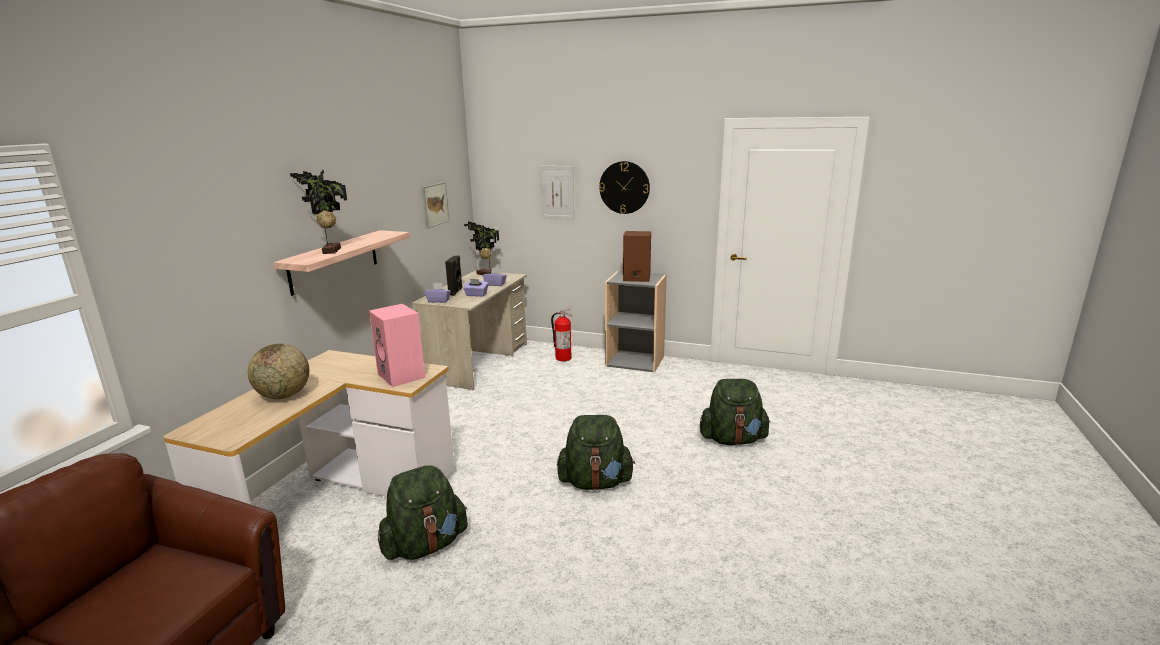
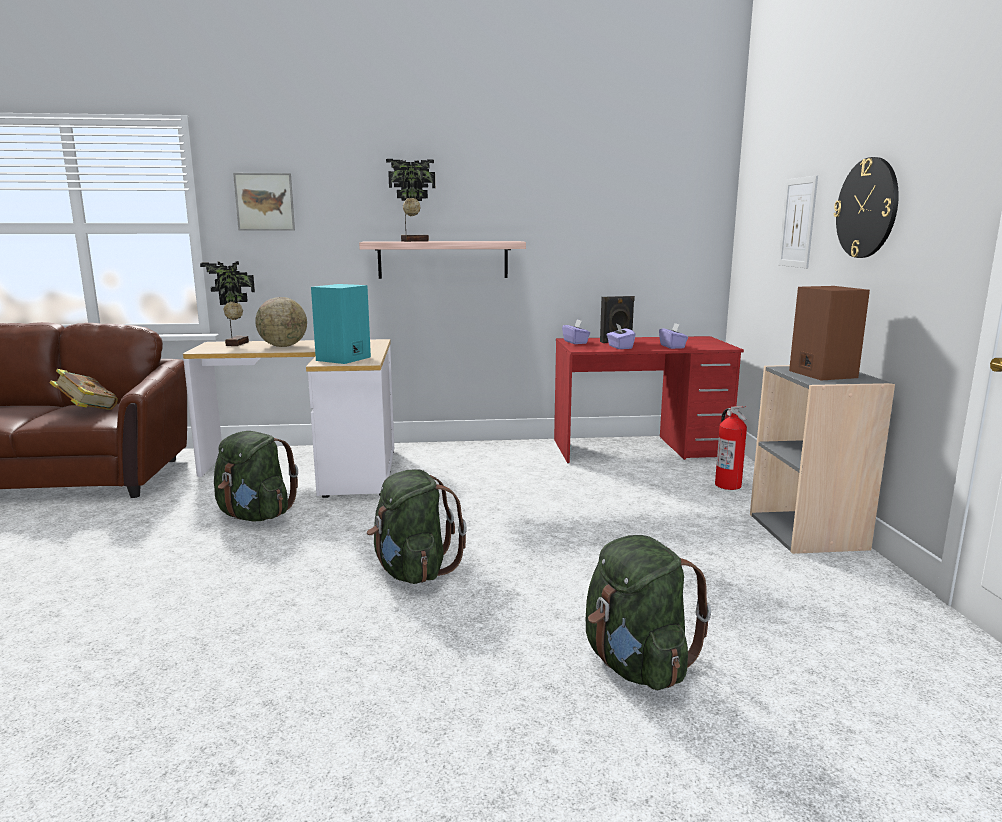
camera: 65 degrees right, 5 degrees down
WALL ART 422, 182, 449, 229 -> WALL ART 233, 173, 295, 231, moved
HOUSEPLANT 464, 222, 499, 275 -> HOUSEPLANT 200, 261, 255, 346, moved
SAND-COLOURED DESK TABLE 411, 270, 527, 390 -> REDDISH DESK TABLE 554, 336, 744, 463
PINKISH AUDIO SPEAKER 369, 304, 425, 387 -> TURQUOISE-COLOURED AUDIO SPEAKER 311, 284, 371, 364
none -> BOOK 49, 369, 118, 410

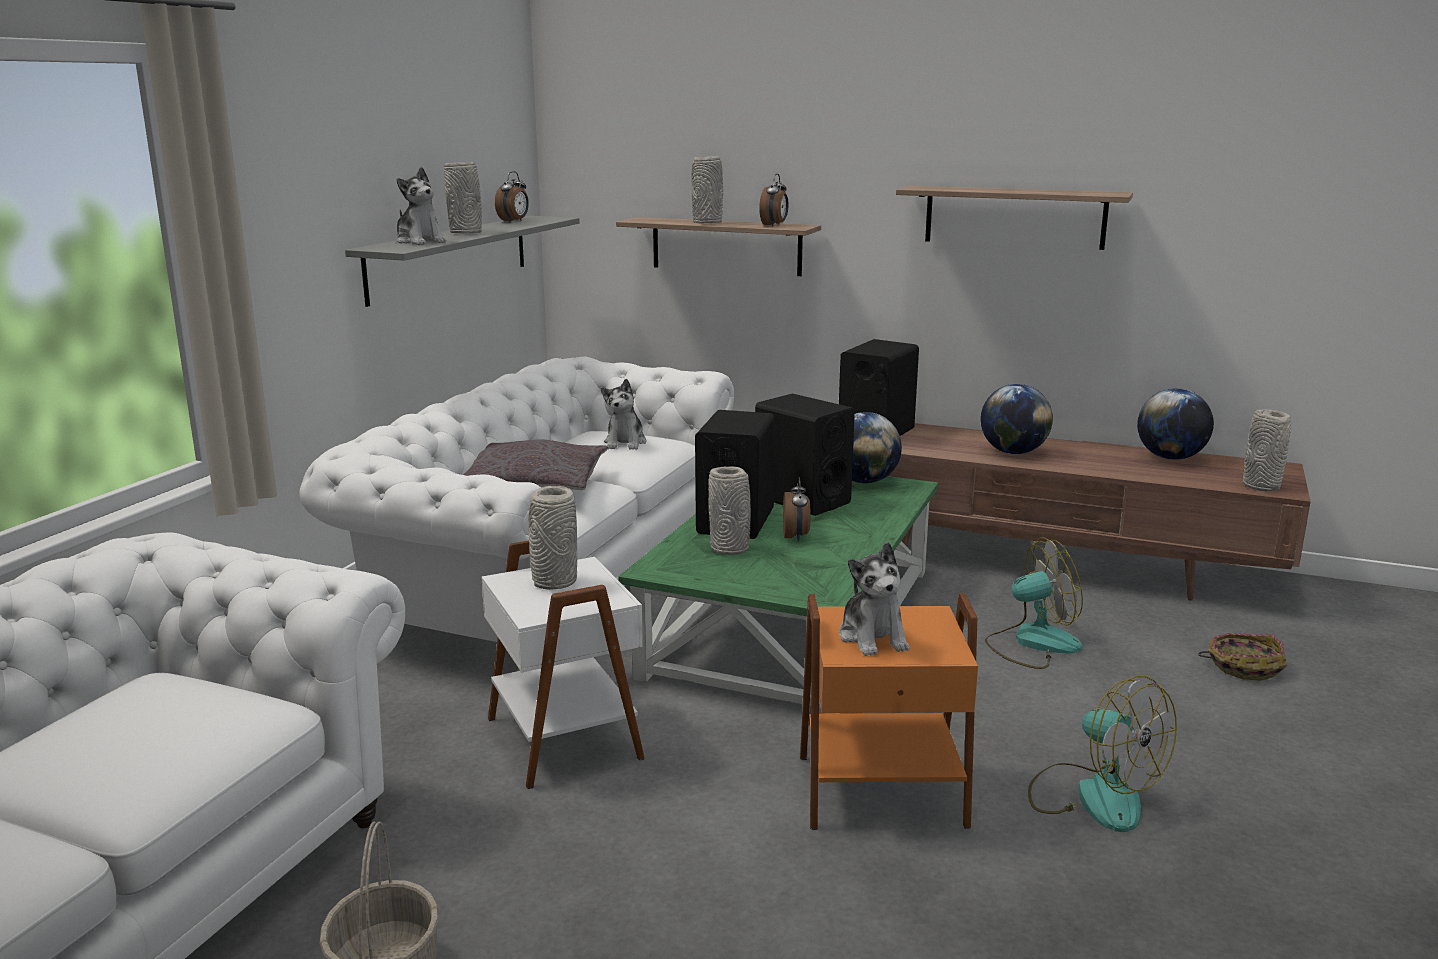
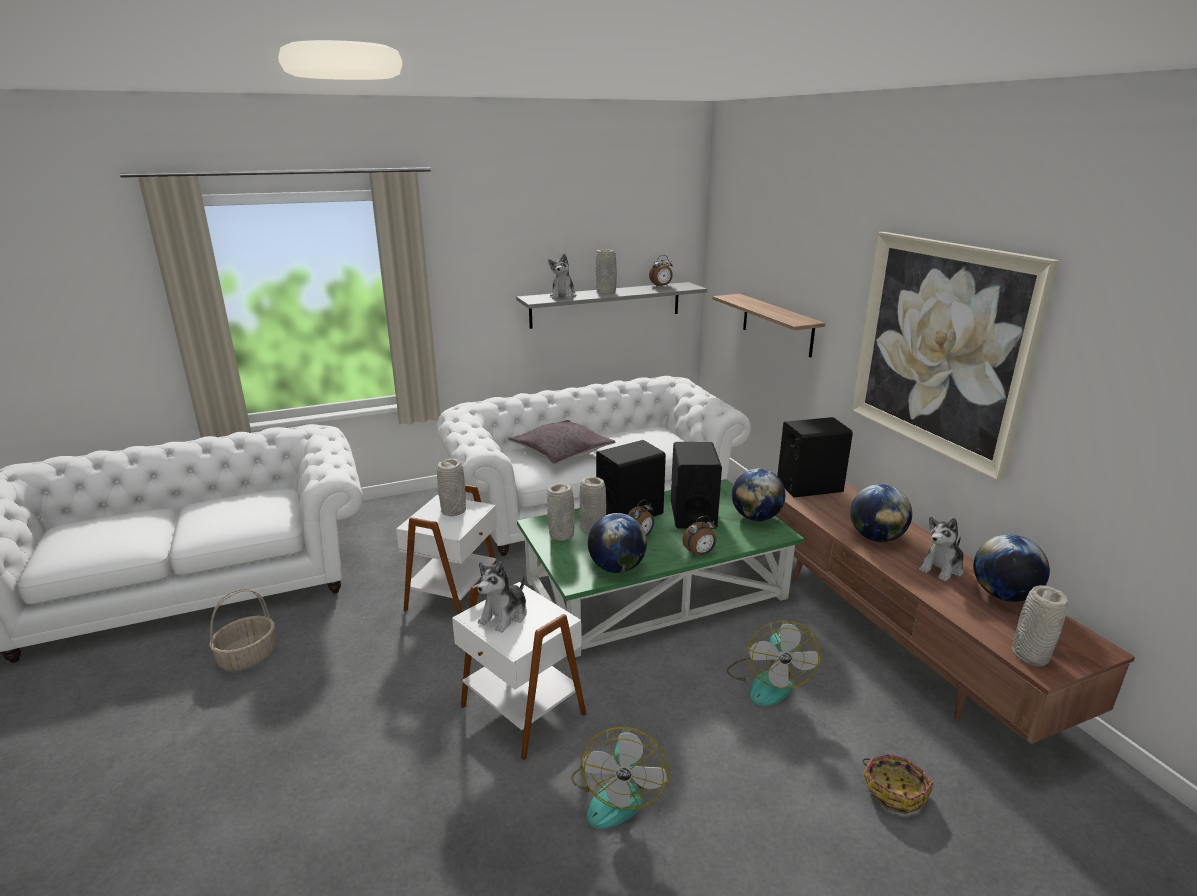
camera: 45 degrees right, 5 degrees up
GRAY FLOWER VASE 691, 156, 723, 224 -> GRAY FLOWER VASE 547, 483, 575, 541, moved
ALARM CLOCK 759, 174, 789, 227 -> ALARM CLOCK 682, 516, 716, 556, moved
WALL SHELF 896, 185, 1133, 250 -> WALL ART 851, 232, 1060, 482
SOFT TOY 601, 379, 647, 450 -> SOFT TOY 919, 517, 964, 581, moved
ELECTRIC FAN 985, 537, 1083, 669 -> ELECTRIC FAN 727, 621, 822, 706, 60 degrees clockwise
ORANGE END TABLE 800, 593, 978, 830 -> WHITE END TABLE 452, 582, 586, 760
none -> WORLD GLOBE 588, 513, 647, 573

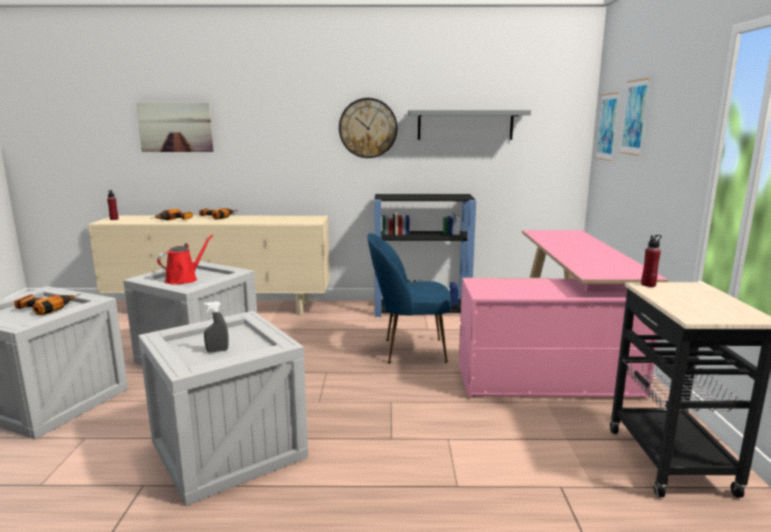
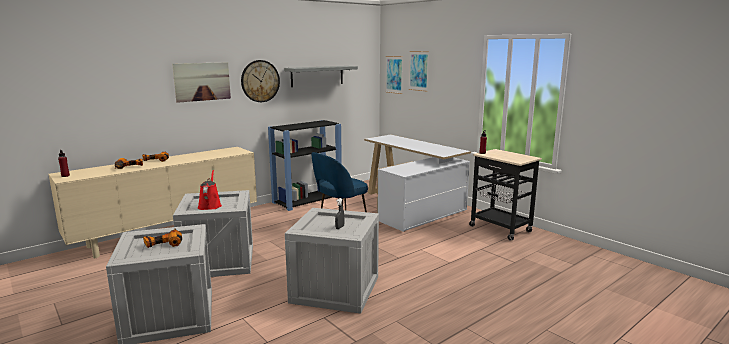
camera: 40 degrees left, 0 degrees up
WALL ART 136, 102, 214, 152 -> WALL ART 172, 62, 231, 103, moved
PINKISH DESK TABLE 459, 230, 668, 397 -> WHITE DESK TABLE 364, 134, 471, 232

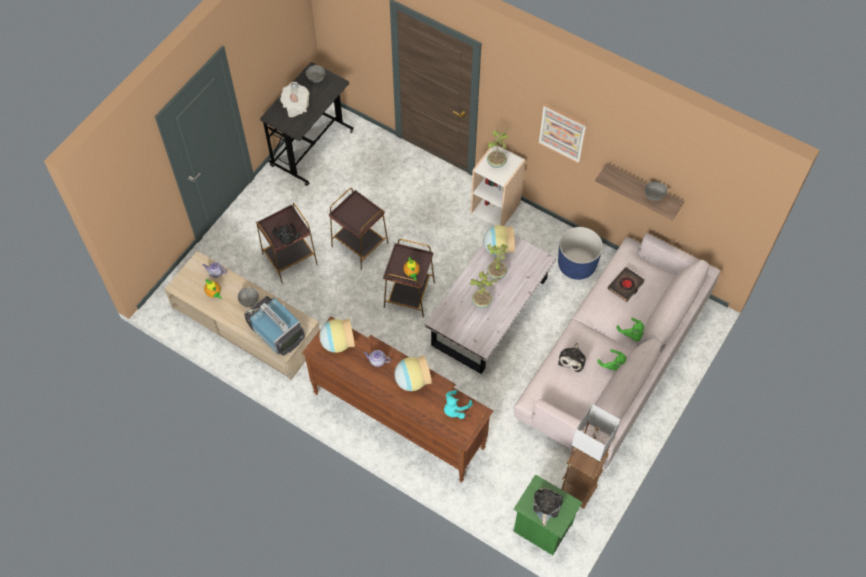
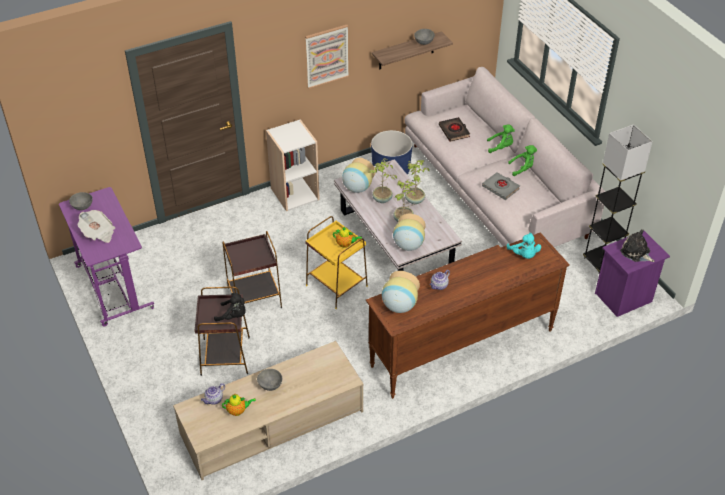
camera: 60 degrees left, 15 degrees down
BLACKISH DESK TABLE 260, 62, 353, 186 -> PURPLISH DESK TABLE 59, 187, 154, 327
HOUSEPLANT 487, 129, 509, 168 -> HOUSEPLANT 405, 160, 430, 204, moved
BROWN-COLOURED END TABLE 383, 239, 435, 318 -> YELLOW-COLOURED END TABLE 305, 216, 368, 309
TELEVISION 244, 296, 305, 356 -> none
SOFT TOY 558, 342, 586, 372 -> GRAY BOOK 482, 172, 520, 200
FLOWER VASE 395, 355, 432, 391 -> FLOWER VASE 393, 213, 426, 251, moved
BROWN-COLOURED STANDING LAMP 561, 404, 621, 509 -> GRAY STANDING LAMP 583, 124, 653, 274
GREENISH BEDSIDE TABLE 513, 474, 583, 555 -> PURPLISH BEDSIDE TABLE 595, 231, 670, 317

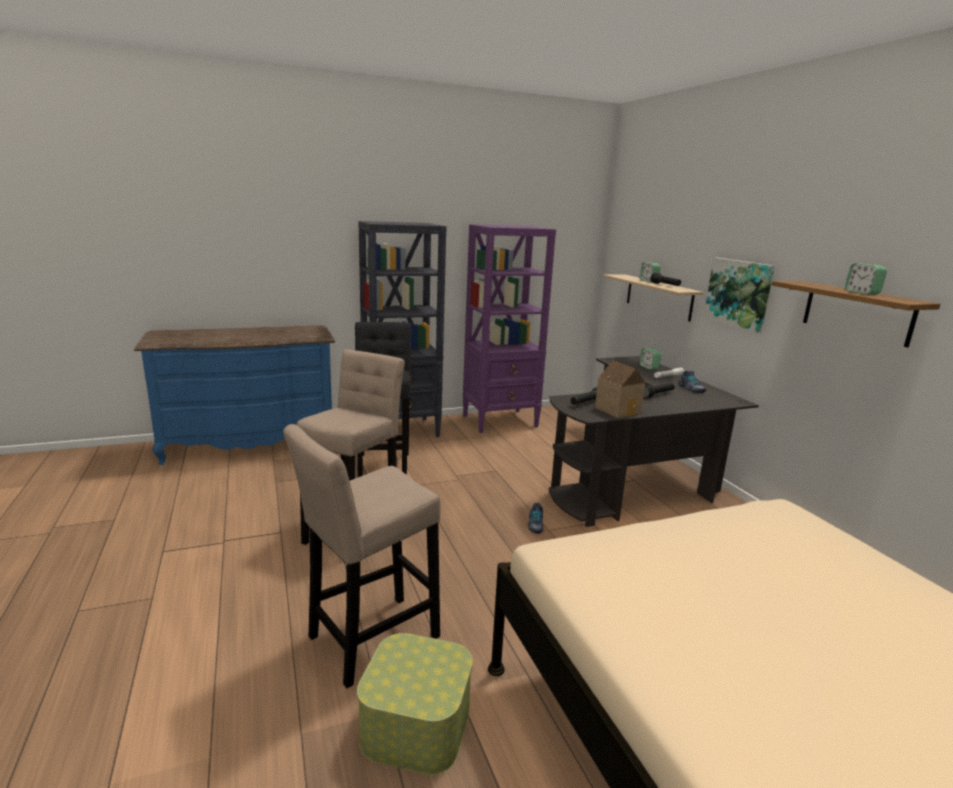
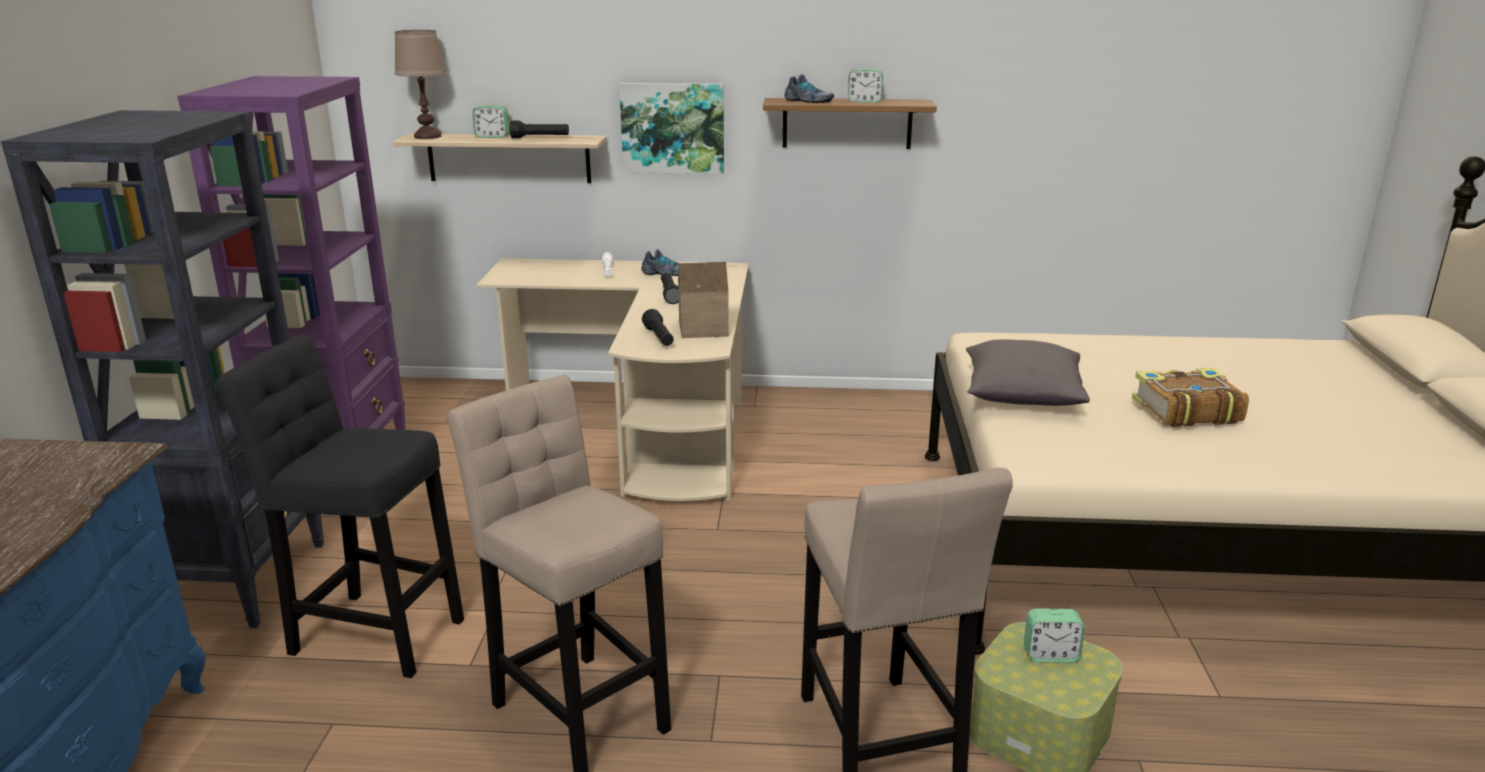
camera: 65 degrees left, 5 degrees up
ALARM CLOCK 639, 348, 661, 370 -> ALARM CLOCK 1024, 608, 1085, 663, moved
BLACKISH DESK TABLE 549, 356, 759, 527 -> SAND-COLOURED DESK TABLE 477, 258, 749, 501
ITEM OF FOOTWEAR 528, 503, 544, 534 -> ITEM OF FOOTWEAR 785, 74, 834, 103, moved
none -> BROWN-COLOURED LAMP FOR A TABLE 395, 30, 446, 139
none -> GRAY THROW PILLOW 966, 340, 1090, 406
none -> BOOK 1132, 368, 1249, 427

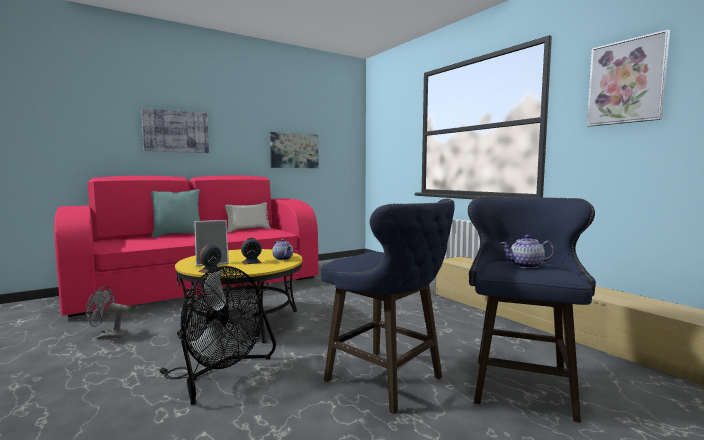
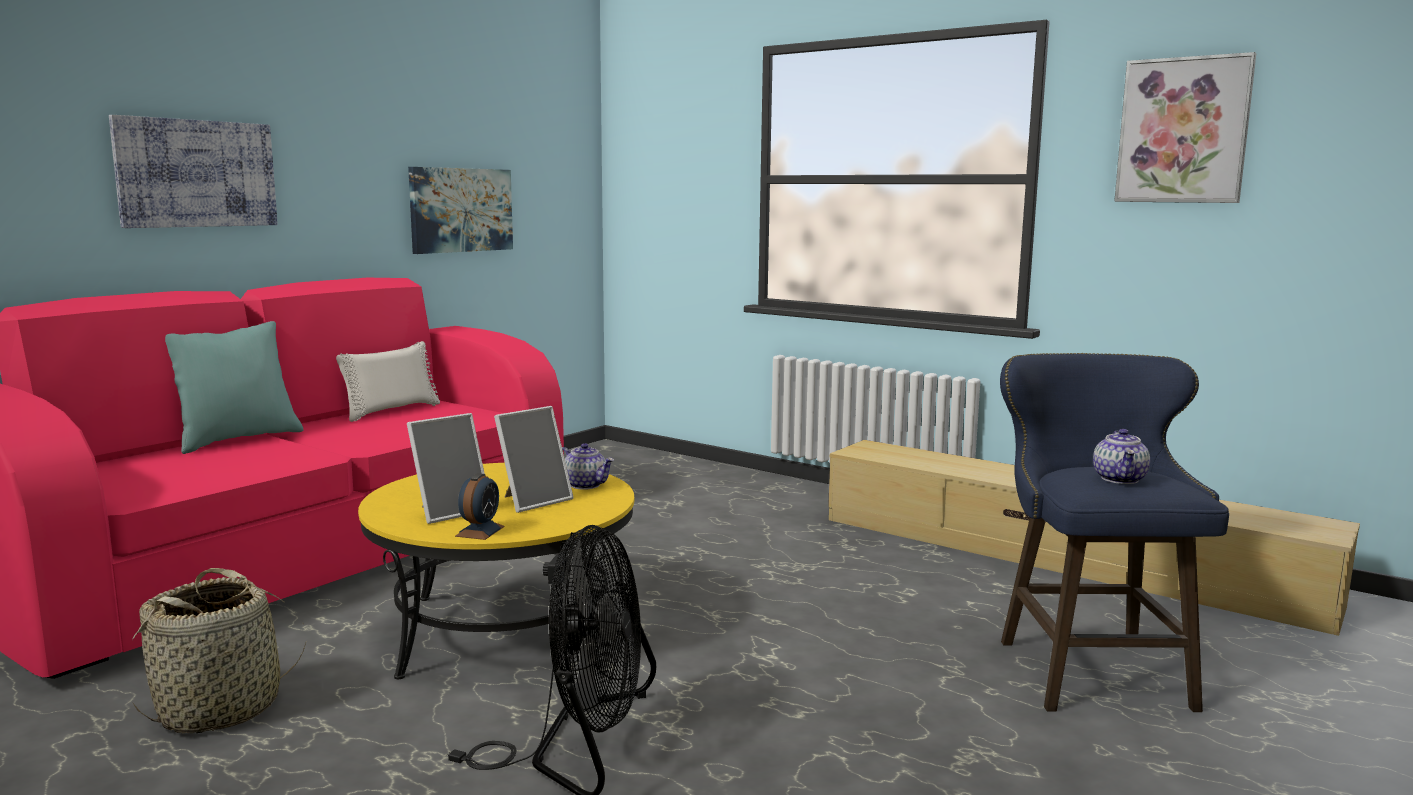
camera: 20 degrees left, 5 degrees up
BLUE STOOL SEAT 321, 198, 455, 414 -> none
POT FOR TEA 501, 235, 555, 268 -> POT FOR TEA 1093, 429, 1150, 484, 60 degrees counterclockwise
ALARM CLOCK 241, 238, 262, 265 -> STANDING FRAME 494, 406, 574, 513
GRAY ELECTRIC FAN 85, 286, 129, 339 -> STORAGE BASKET 132, 568, 306, 734

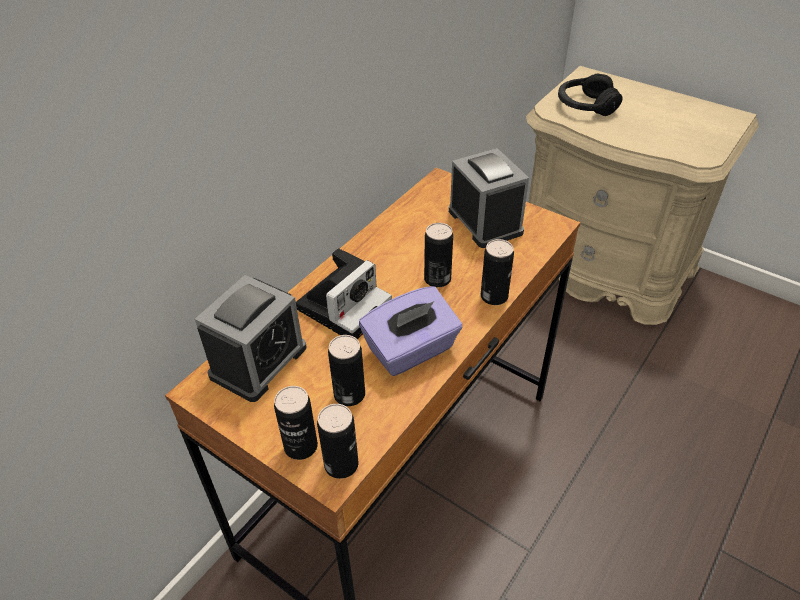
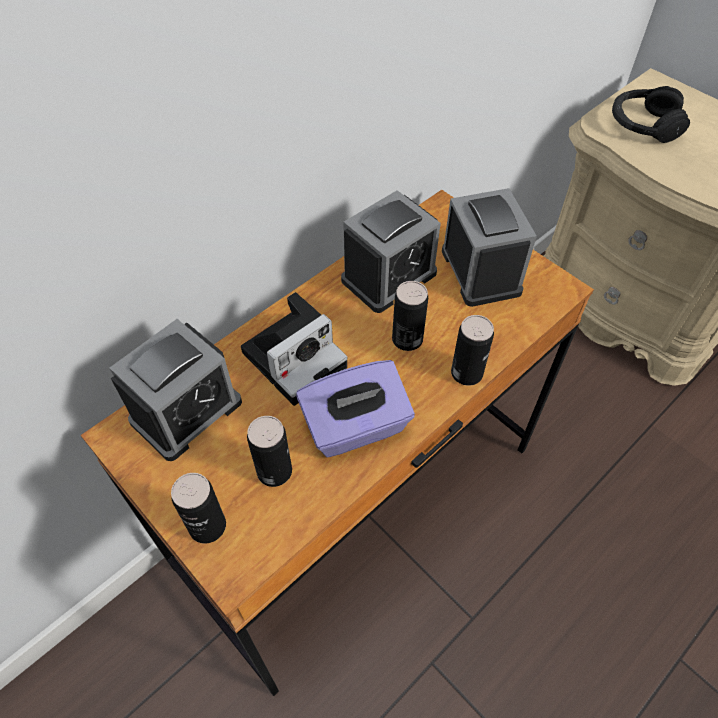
camera: 10 degrees right, 10 degrees up
SEALED CAN 317, 404, 358, 479 -> none
none -> ALARM CLOCK 341, 190, 441, 313

